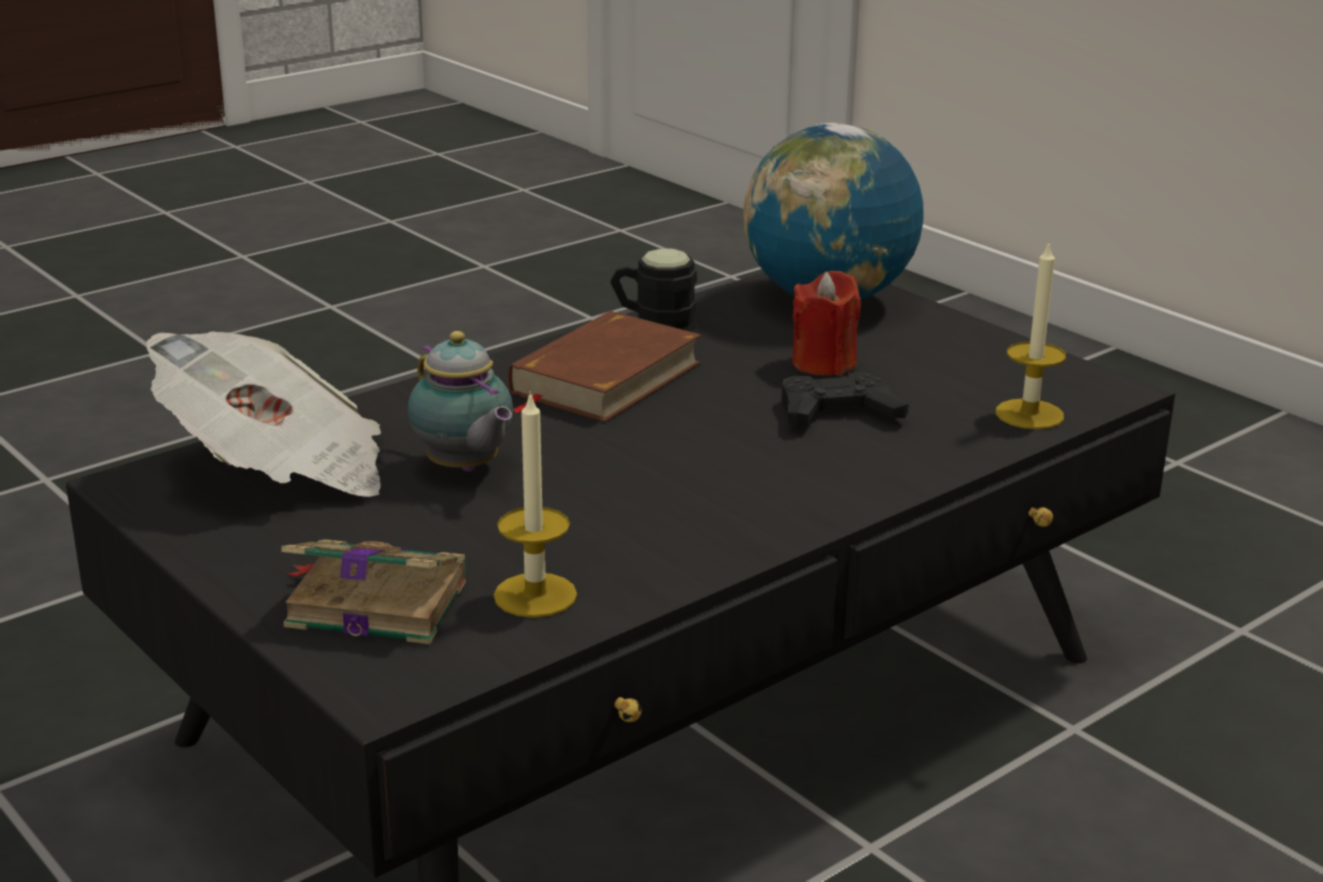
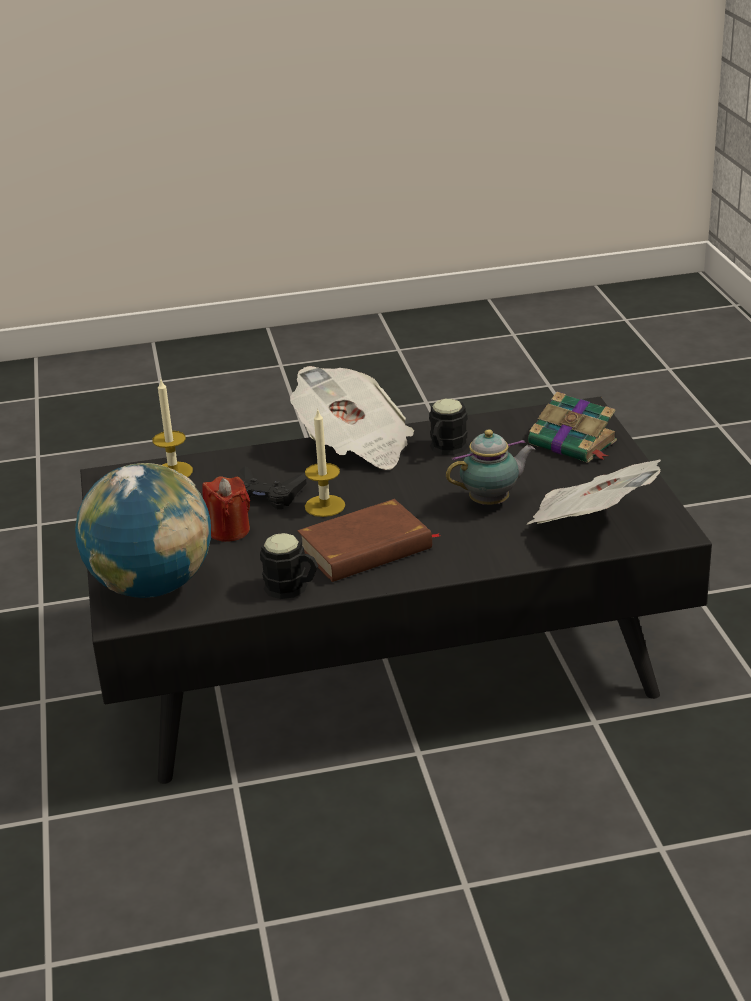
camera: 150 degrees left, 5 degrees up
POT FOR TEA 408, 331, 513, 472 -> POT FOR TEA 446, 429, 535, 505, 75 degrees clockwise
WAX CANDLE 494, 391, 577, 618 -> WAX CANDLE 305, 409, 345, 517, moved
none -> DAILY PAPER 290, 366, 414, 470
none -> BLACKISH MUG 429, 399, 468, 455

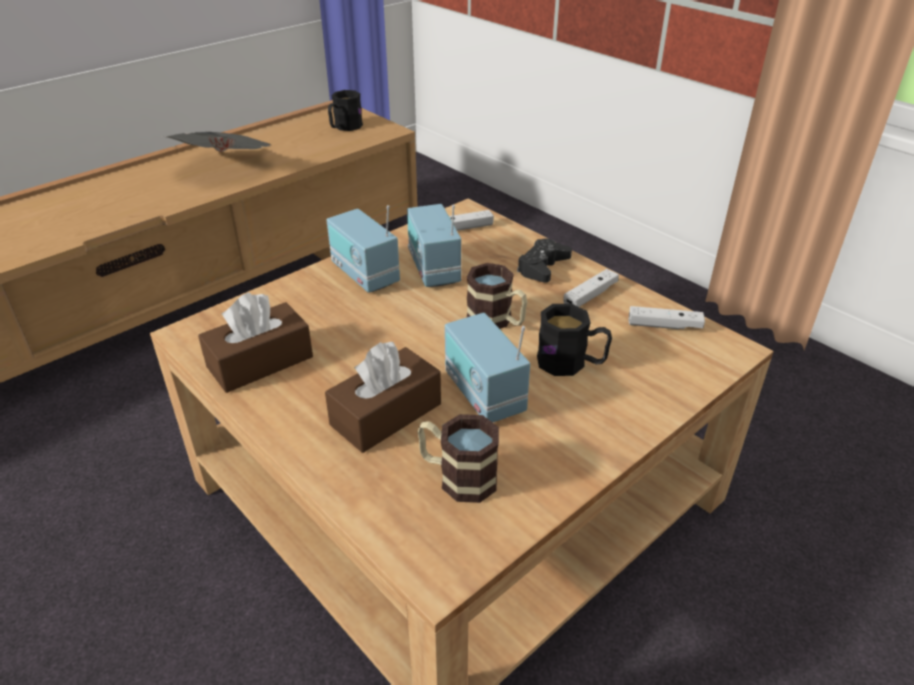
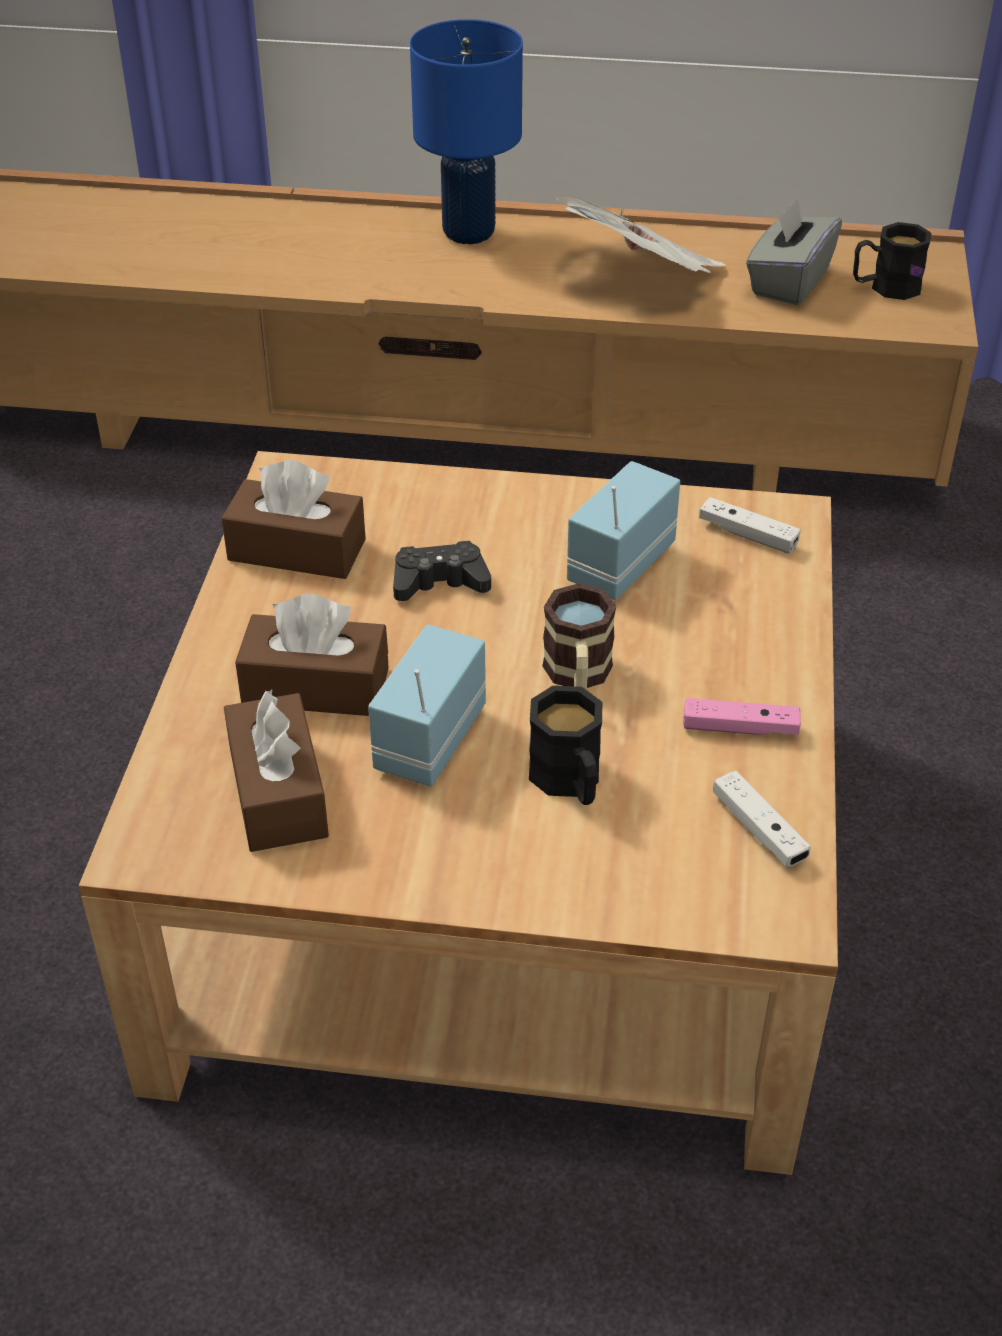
camera: 50 degrees right, 5 degrees up
RADIO RECEIVER 326, 205, 400, 293 -> none
BLACKISH GAME CONTROLLER 517, 239, 572, 283 -> BLACKISH GAME CONTROLLER 393, 541, 491, 601, moved
WHITE GAME CONTROLLER 563, 269, 619, 307 -> PINKISH GAME CONTROLLER 683, 698, 801, 735
MUG 418, 414, 499, 503 -> BROWN-COLOURED BOX OF TISSUES 224, 690, 329, 852
none -> BLUE LAMP FOR A TABLE 410, 19, 523, 244
none -> GRAY BOX OF TISSUES 746, 198, 842, 305

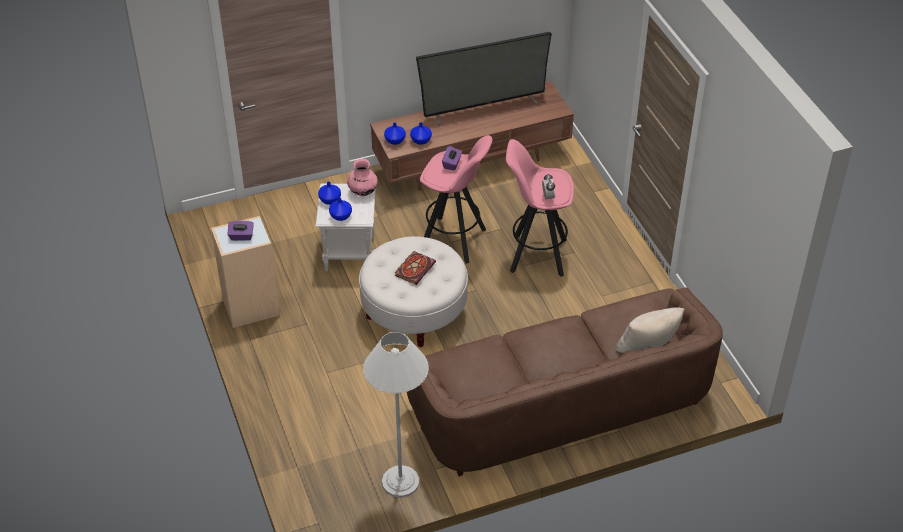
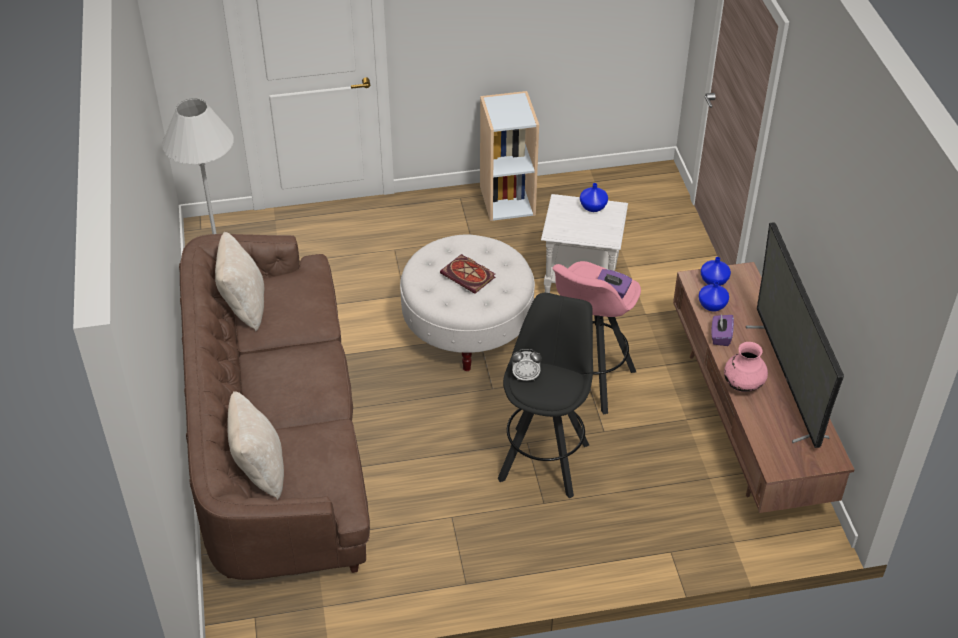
camera: 100 degrees right, 0 degrees up
PINKISH STOOL SEAT 506, 139, 574, 277 -> BLACKISH STOOL SEAT 498, 293, 593, 498
PINKISH FLOWER VASE 347, 159, 378, 196 -> PINKISH FLOWER VASE 724, 342, 768, 392, moved
BLUE FLOWER VASE 329, 198, 352, 221 -> none
PURPLISH BOX OF TISSUES 227, 221, 254, 241 -> PURPLISH BOX OF TISSUES 711, 314, 734, 346, moved
none -> SAND-COLOURED THROW PILLOW 215, 232, 264, 331

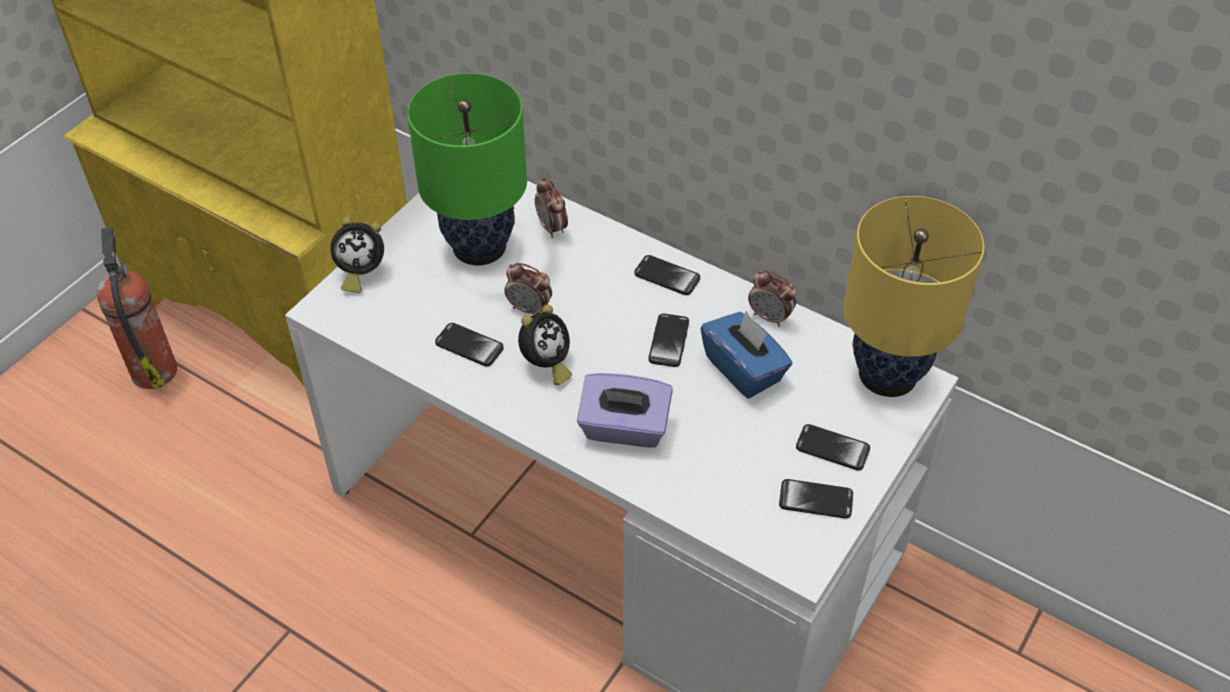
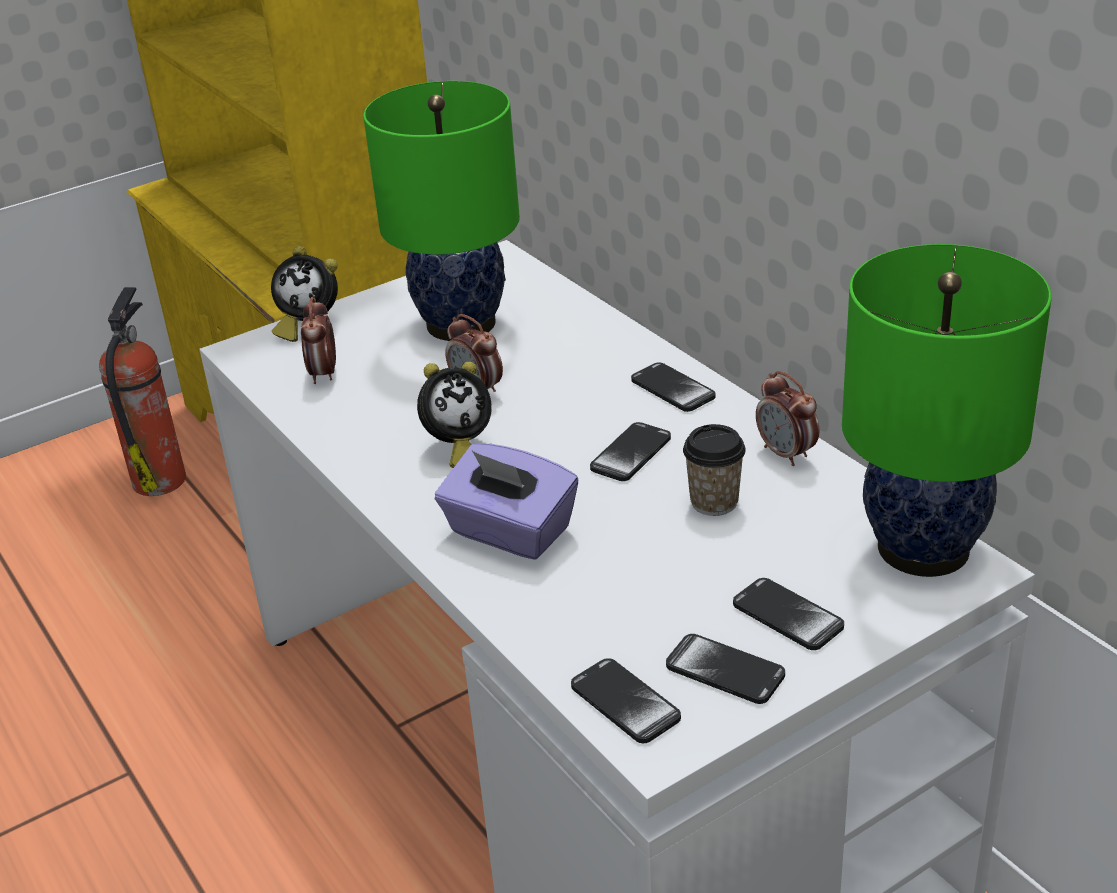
camera: 25 degrees right, 15 degrees down
ALARM CLOCK 535, 178, 568, 238 -> ALARM CLOCK 301, 297, 336, 384, moved
YELLOW-COLOURED LAMP FOR A TABLE 843, 196, 984, 397 -> GREENISH LAMP FOR A TABLE 842, 244, 1052, 577
BLUE BOX OF TISSUES 701, 311, 793, 399 -> DRINKING CUP 683, 424, 746, 516
HANDSET 435, 323, 504, 367 -> HANDSET 571, 658, 681, 743, moved

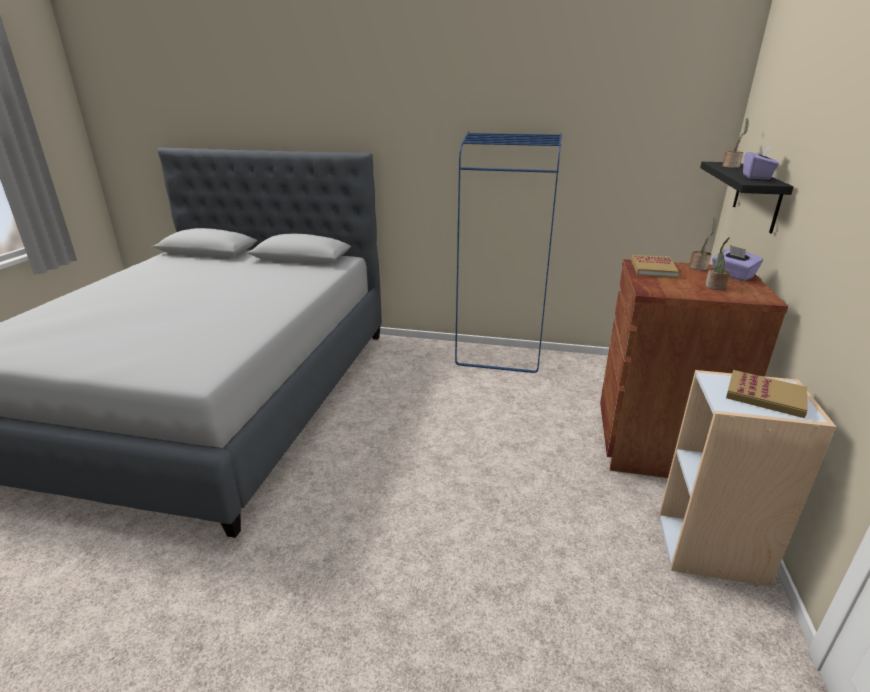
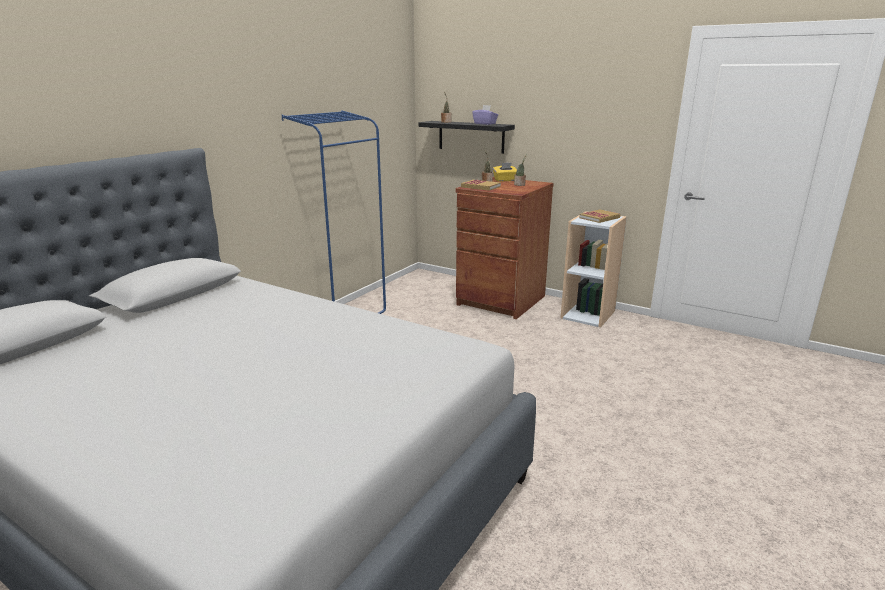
camera: 70 degrees left, 5 degrees down
PURPLISH BOX OF TISSUES 712, 245, 763, 281 -> YELLOW-COLOURED BOX OF TISSUES 493, 163, 517, 182

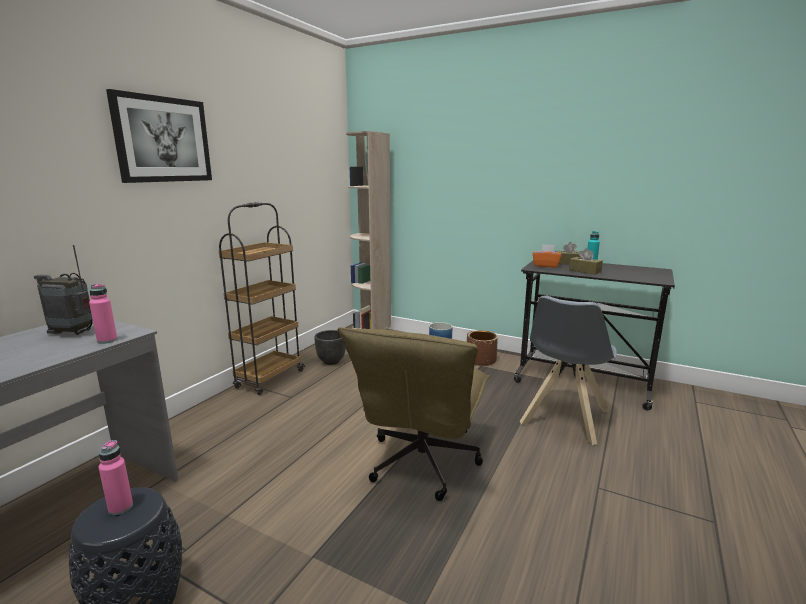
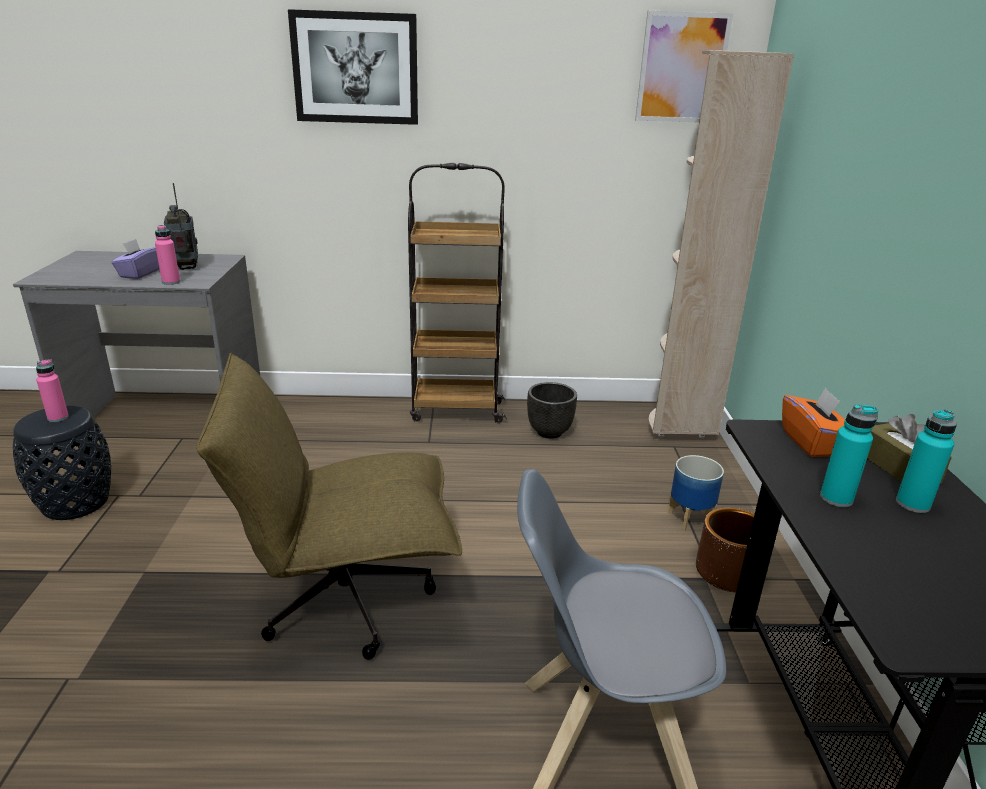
camera: 60 degrees right, 10 degrees up
BROWN-COLOURED BOX OF TISSUES 569, 248, 603, 274 -> TURQUOISE-COLOURED DRINK BOTTLE 820, 404, 878, 507
none -> WALL ART 635, 11, 733, 122
none -> PURPLISH BOX OF TISSUES 111, 239, 159, 279

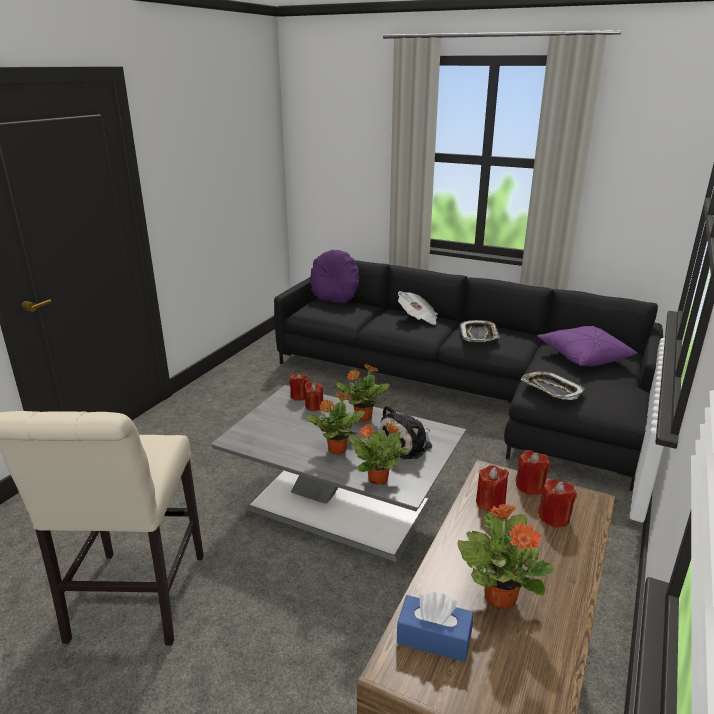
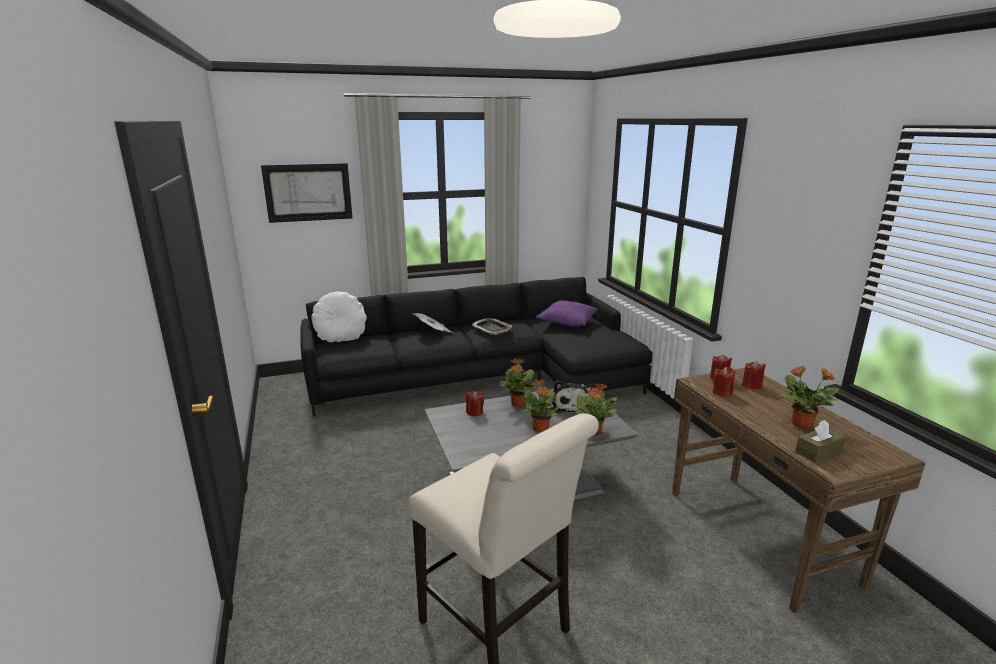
camera: 45 degrees left, 5 degrees down
PURPLISH THROW PILLOW 310, 250, 359, 303 -> WHITE THROW PILLOW 312, 291, 367, 342
SERVING TRAY 521, 371, 585, 400 -> none
REDDISH WAX CANDLE 289, 373, 308, 401 -> none
BLUE BOX OF TISSUES 397, 592, 473, 662 -> BROWN-COLOURED BOX OF TISSUES 795, 420, 846, 463
none -> WALL ART 261, 163, 353, 223

